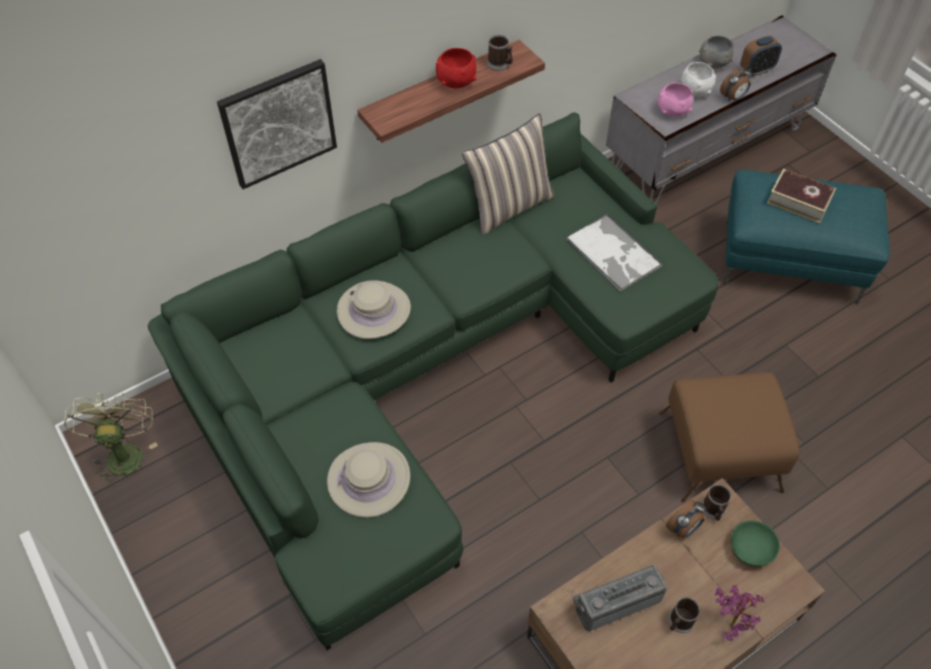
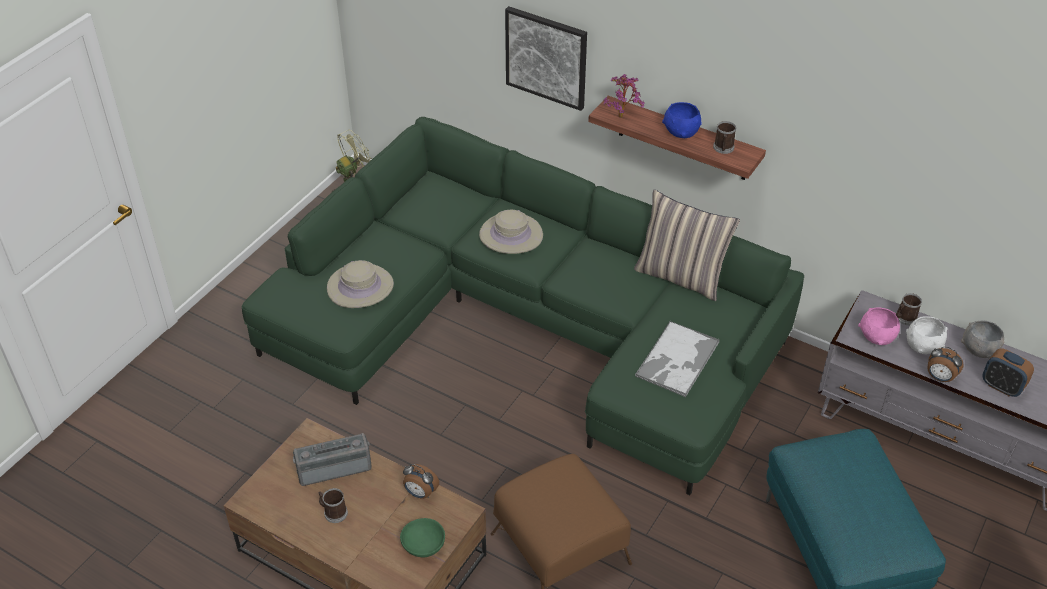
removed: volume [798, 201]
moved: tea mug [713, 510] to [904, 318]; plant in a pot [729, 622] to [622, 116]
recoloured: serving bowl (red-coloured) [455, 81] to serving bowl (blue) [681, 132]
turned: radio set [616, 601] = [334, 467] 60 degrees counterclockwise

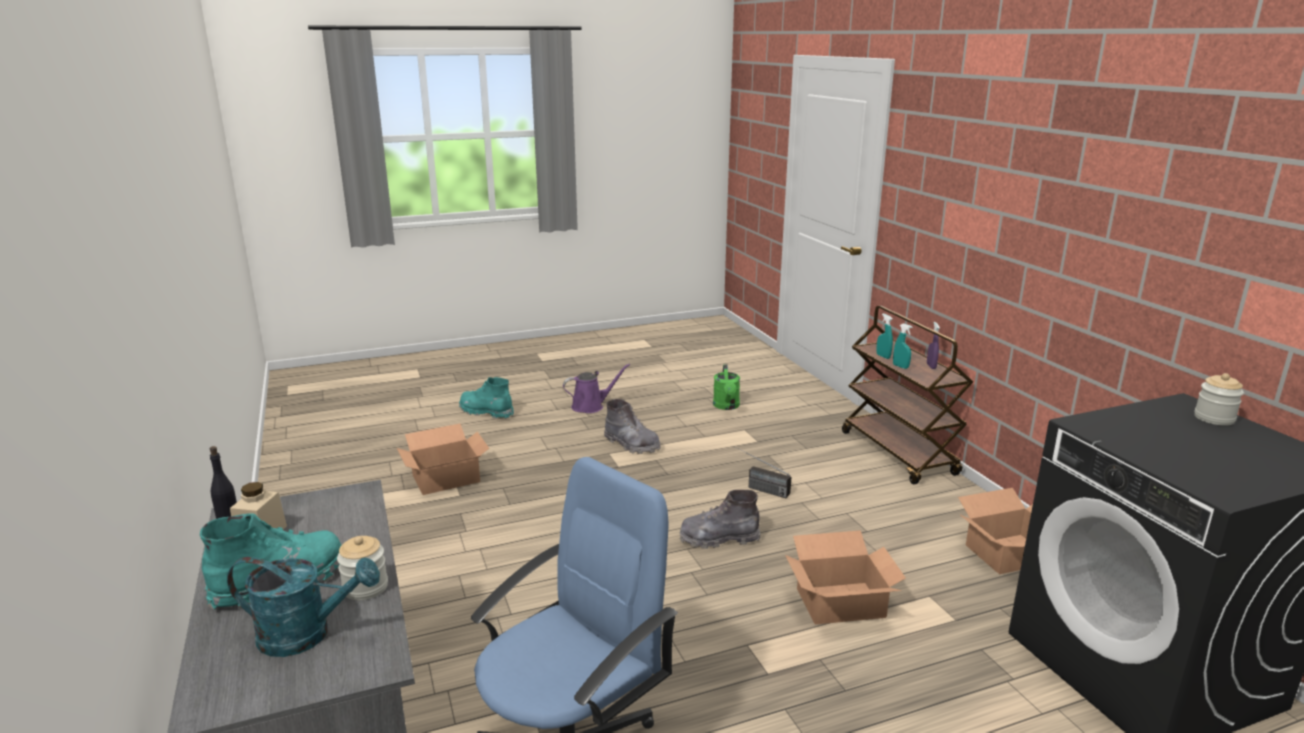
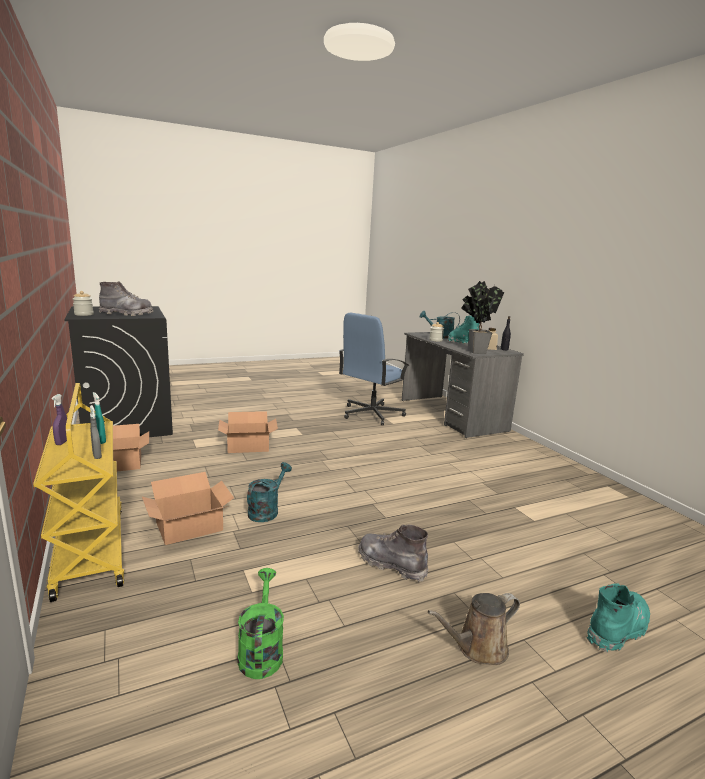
added: plant in a pot [474, 351]
moved: cardboard box [447, 478] to [188, 526]; boot (greyish) [719, 539] to [126, 314]
replaced: radio set [758, 488] to sprinkling can (turquoise-coloured) [266, 510]
recoloured: wheeled cart (brown-coloured) [899, 453] to wheeled cart (yellowish) [89, 550]; hand sprayer (turquoise-coloured) [883, 356] to hand sprayer (greyish) [97, 456]; sprinkling can (purple) [591, 406] to sprinkling can (brown-coloured) [477, 648]
turned: boot (turquoise-coloured) [486, 412] = [617, 629] 60 degrees counterclockwise

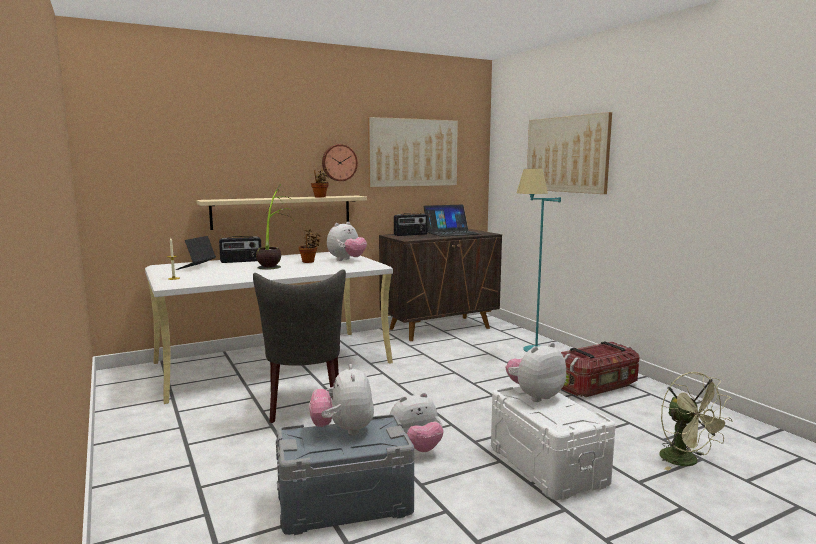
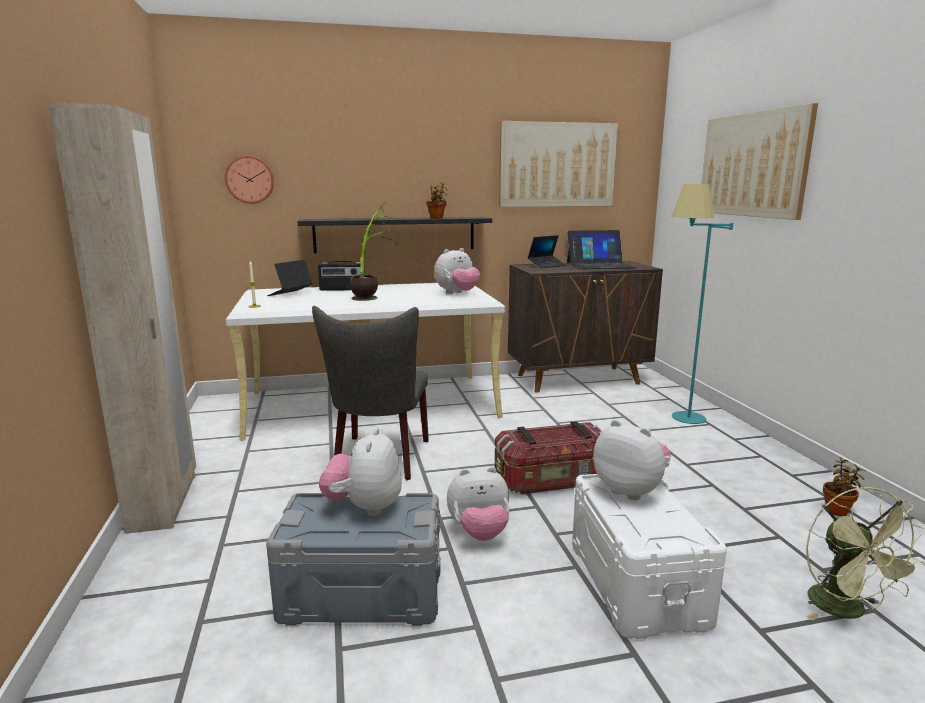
added: wardrobe (beige-coloured) [164, 502]
moved: clock on the wall [339, 162] to [250, 179]; plant in a pot [309, 261] to [837, 510]; storage bin [597, 386] to [553, 480]
replaced: radio set [410, 235] to notebook computer [547, 265]
recoloured: wall shelf (beige-coloured) [282, 211] to wall shelf (black) [395, 234]
turned: cuddly toy [535, 396] = [630, 490] 60 degrees clockwise

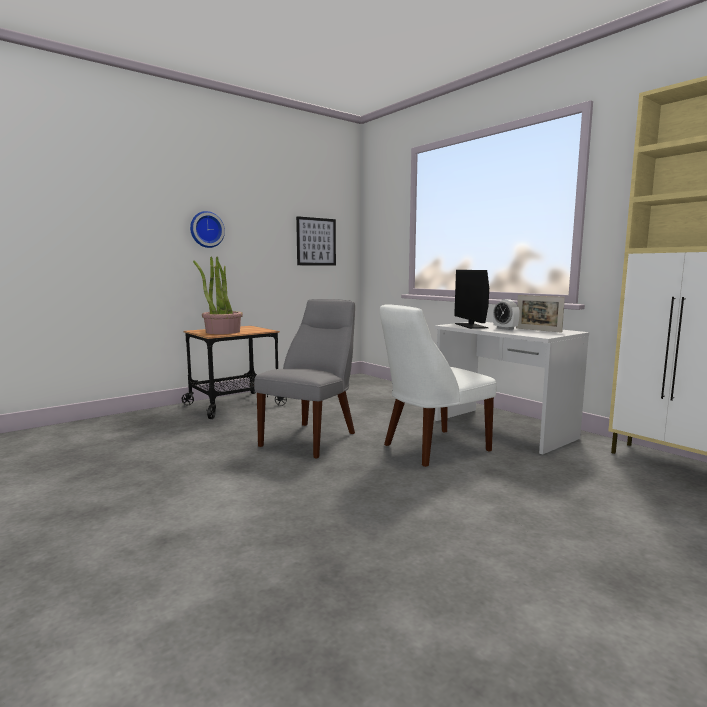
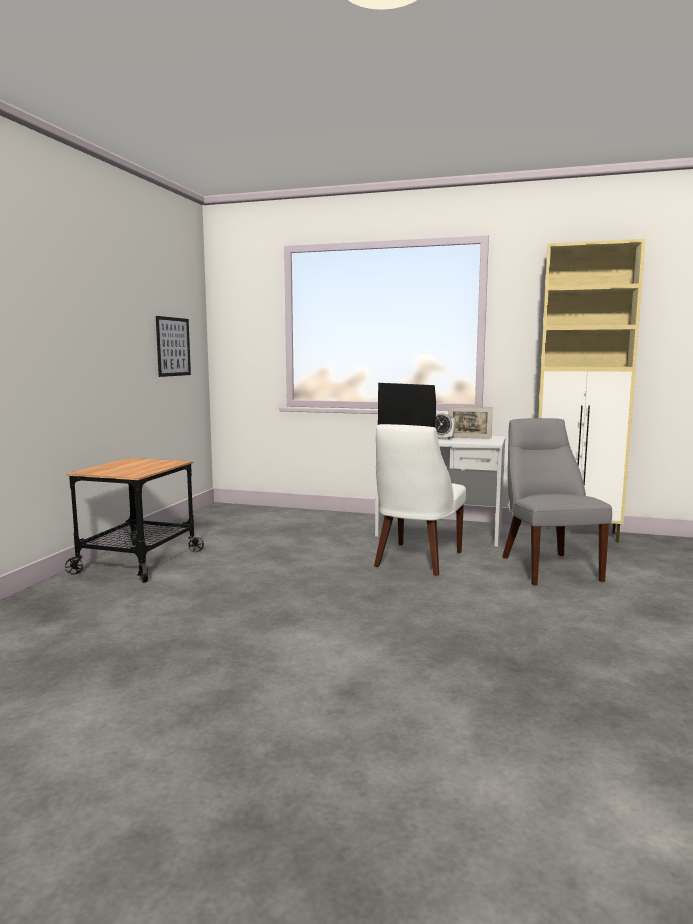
removed: clock on the wall [206, 229]; plant in a pot [222, 332]
moved: chair (greyish) [312, 438] to [547, 567]

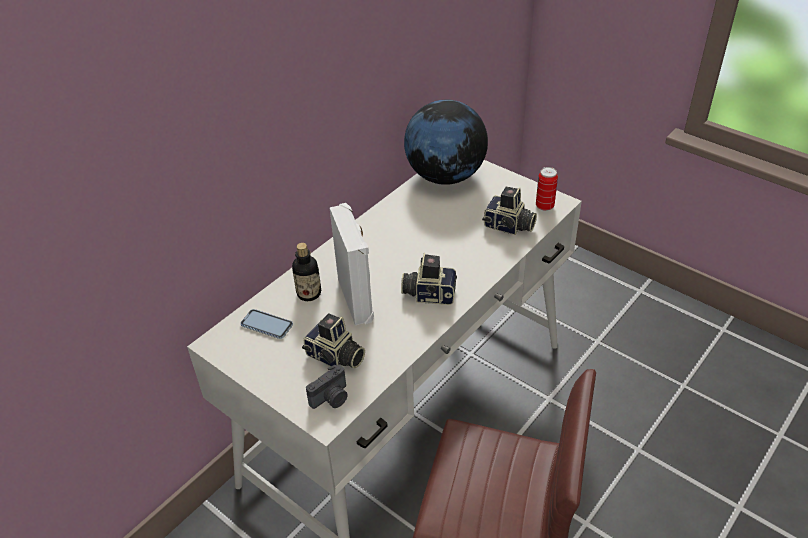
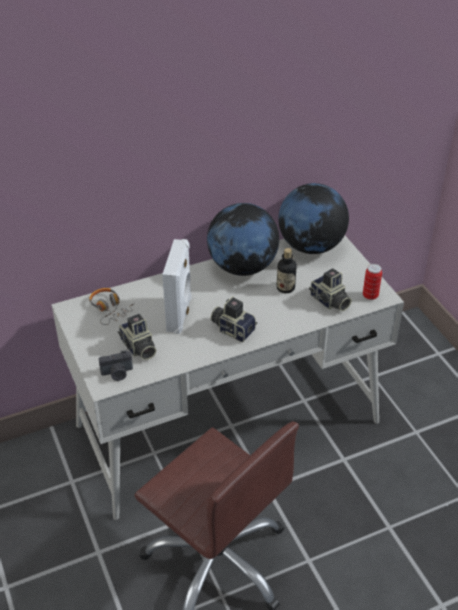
added: globe [242, 267]
moved: beverage bottle [309, 293] to [285, 288]
replaced: phone [267, 325] to headphones [109, 309]

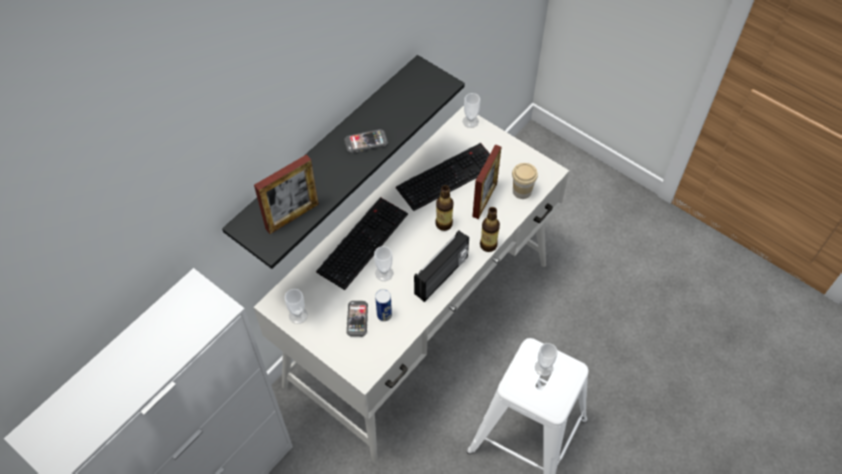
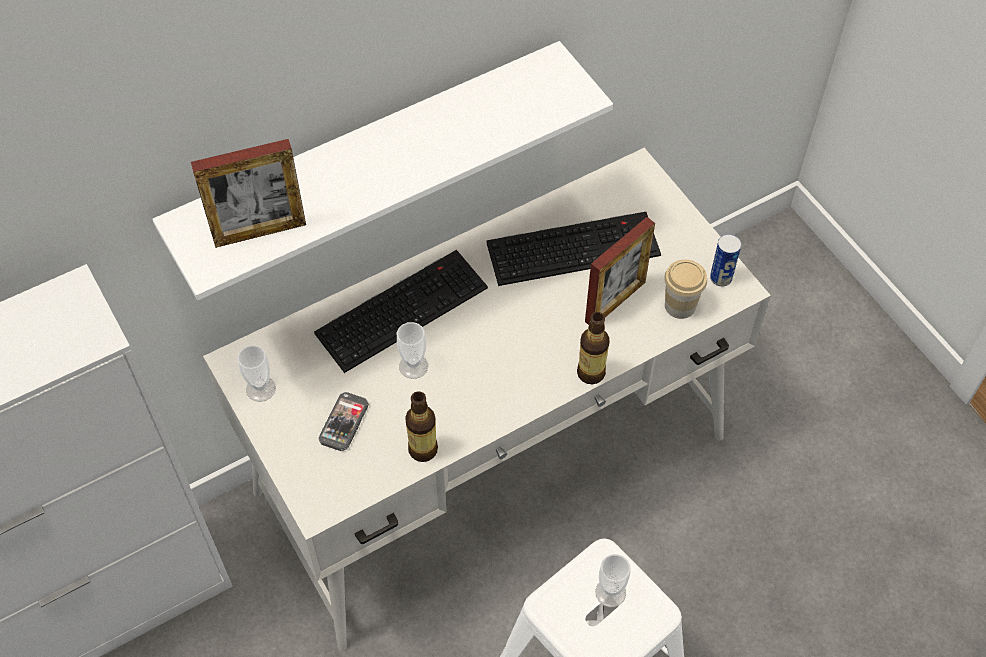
removed: drinking cup [470, 121]; phone [366, 142]; radio set [442, 276]
moved: beverage bottle [444, 224] to [423, 450]; sealed can [384, 315] to [721, 278]
recoloured: wall shelf (black) [329, 156] to wall shelf (white) [369, 159]

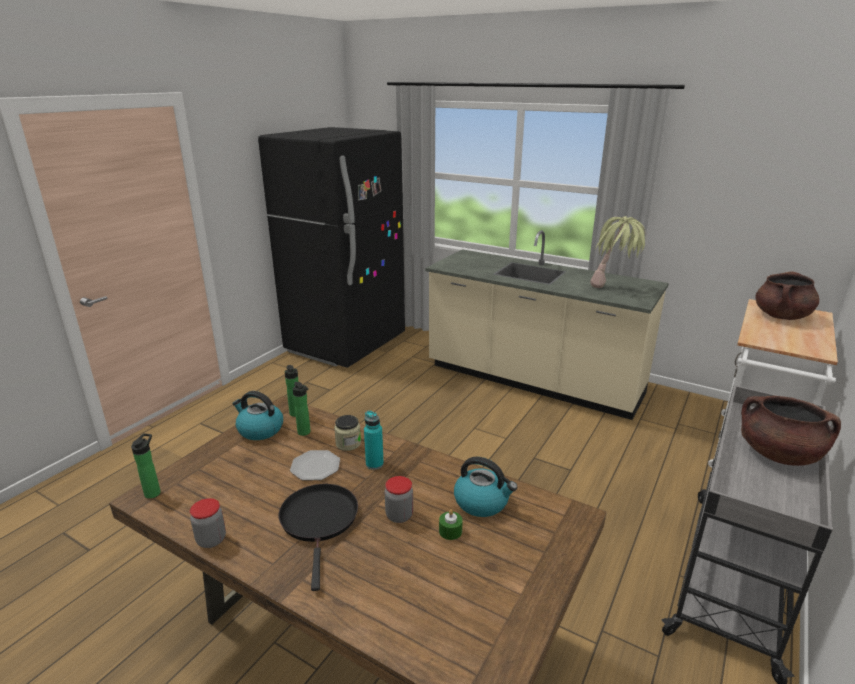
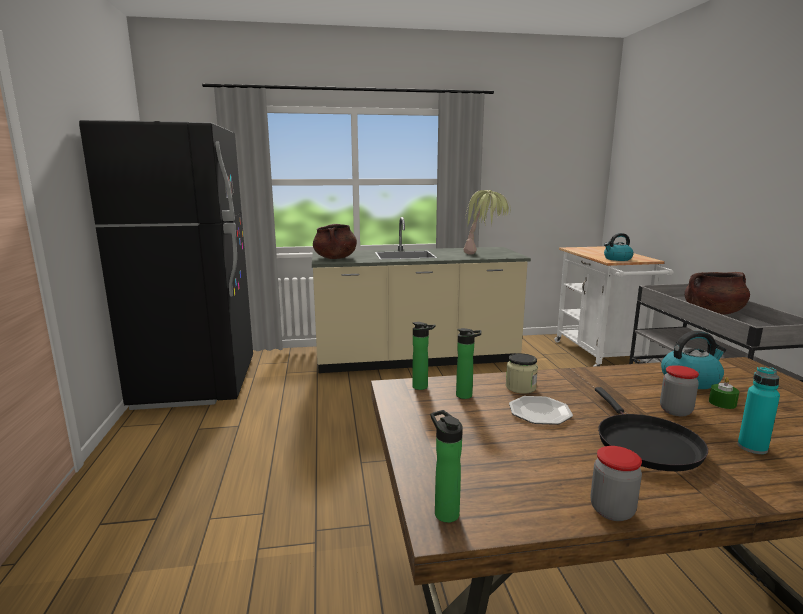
moved: stockpot (brown-coloured) [781, 316] to [335, 258]; water kettle [259, 430] to [617, 259]; beverage bottle (turquoise-coloured) [374, 464] to [752, 447]
turned: skillet (black) [319, 521] = [644, 443] 135 degrees counterclockwise

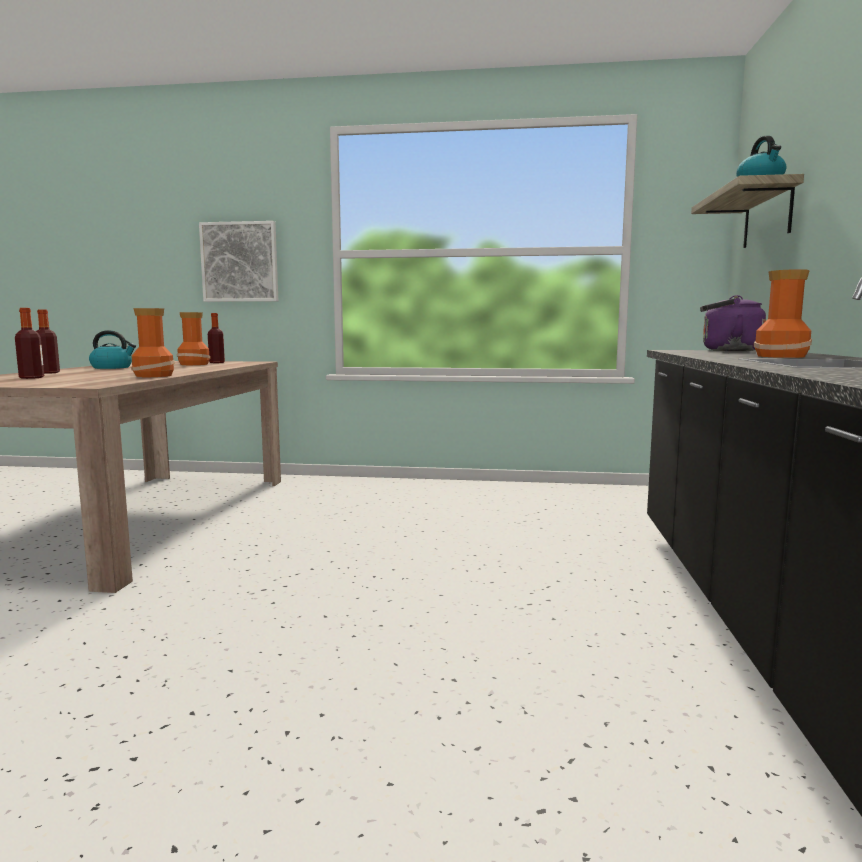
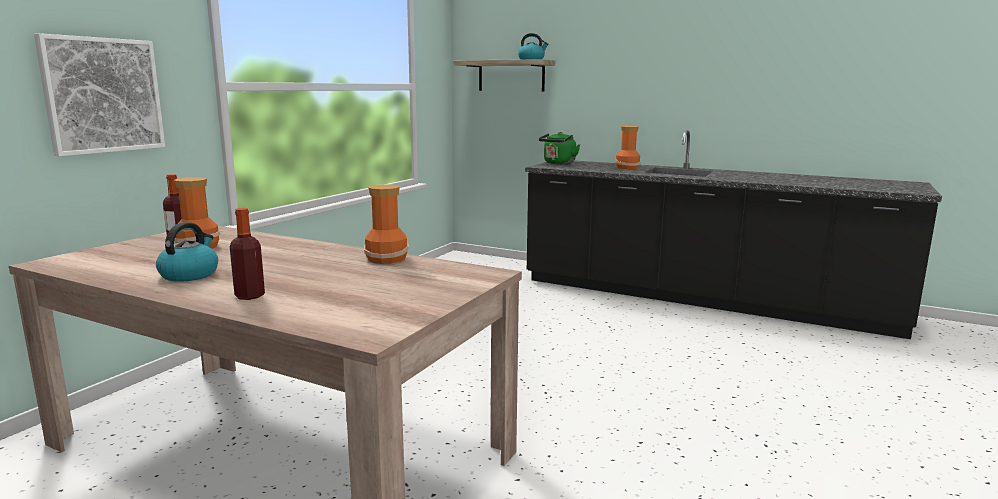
removed: beverage bottle [32, 377]
recoloured: water kettle (purple) [727, 350] to water kettle (greenish) [558, 163]

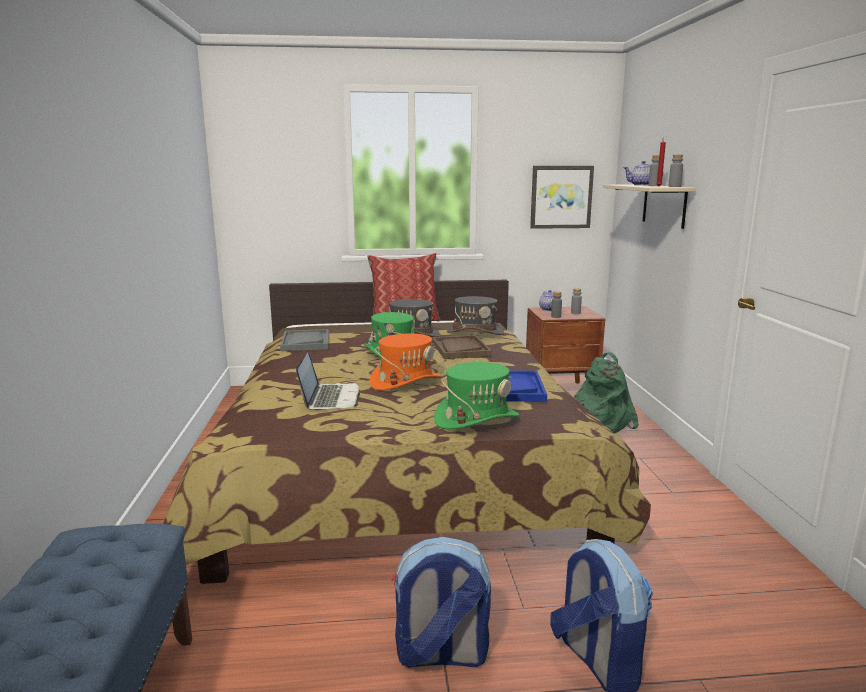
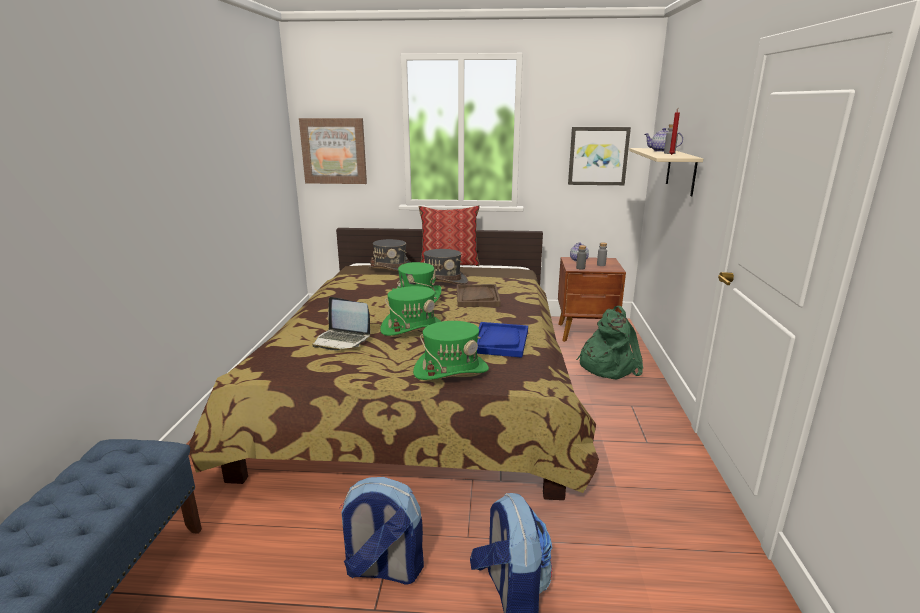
removed: beverage bottle (greyish) [674, 186]; tray (greyish) [305, 342]
added: wall picture [334, 151]
moved: clothing hat (greyish) [475, 332] to [390, 269]
recoloured: clothing hat (orange-coloured) [406, 381] to clothing hat (greenish) [412, 328]
turned: notebook computer [330, 398] = [342, 340] 105 degrees clockwise

